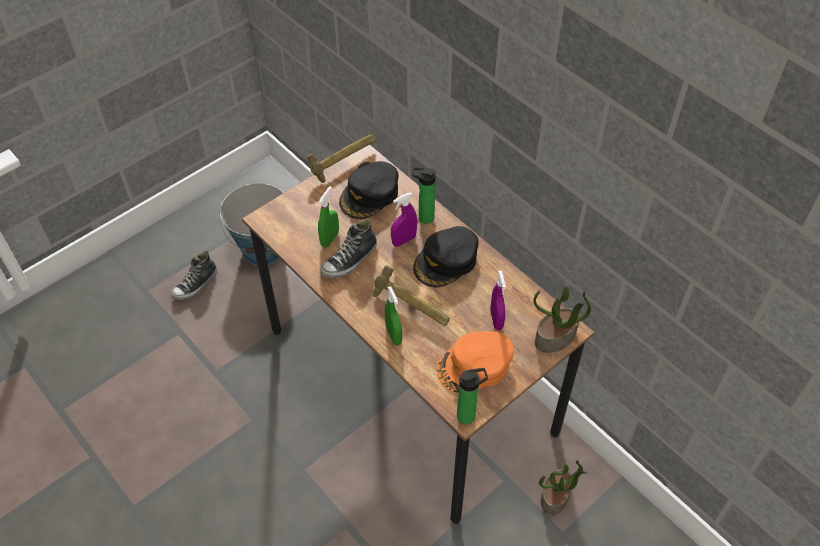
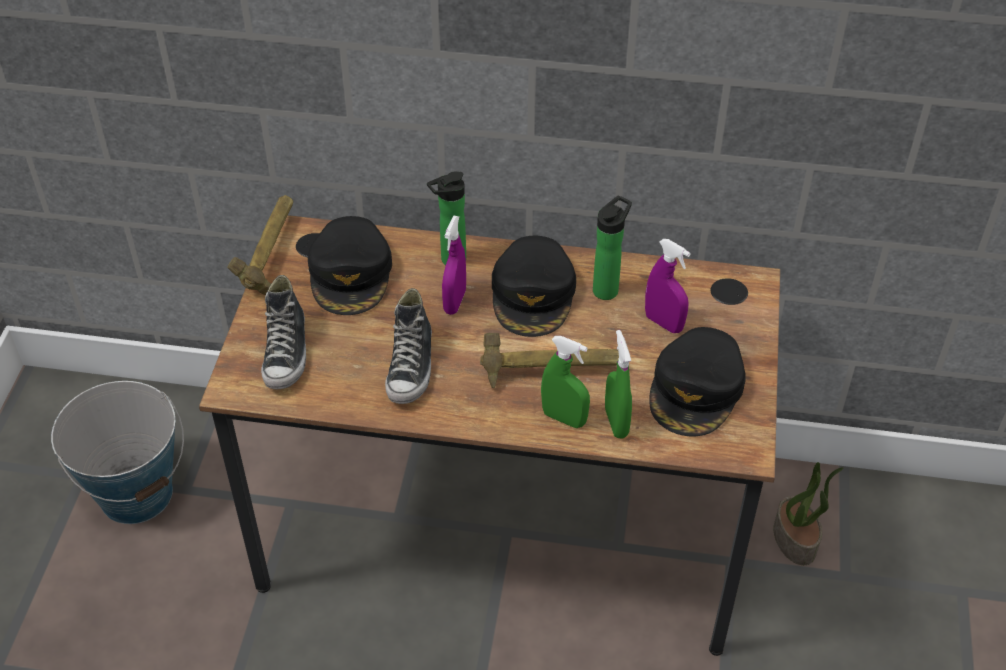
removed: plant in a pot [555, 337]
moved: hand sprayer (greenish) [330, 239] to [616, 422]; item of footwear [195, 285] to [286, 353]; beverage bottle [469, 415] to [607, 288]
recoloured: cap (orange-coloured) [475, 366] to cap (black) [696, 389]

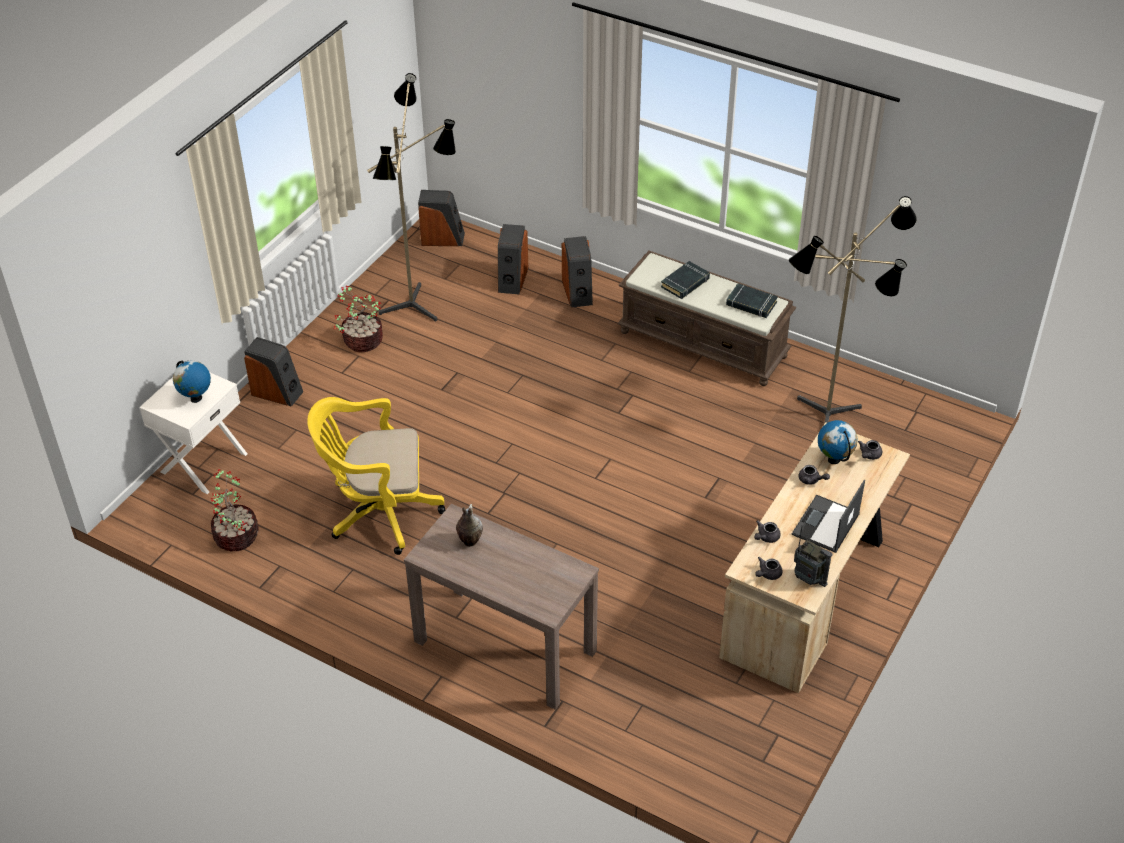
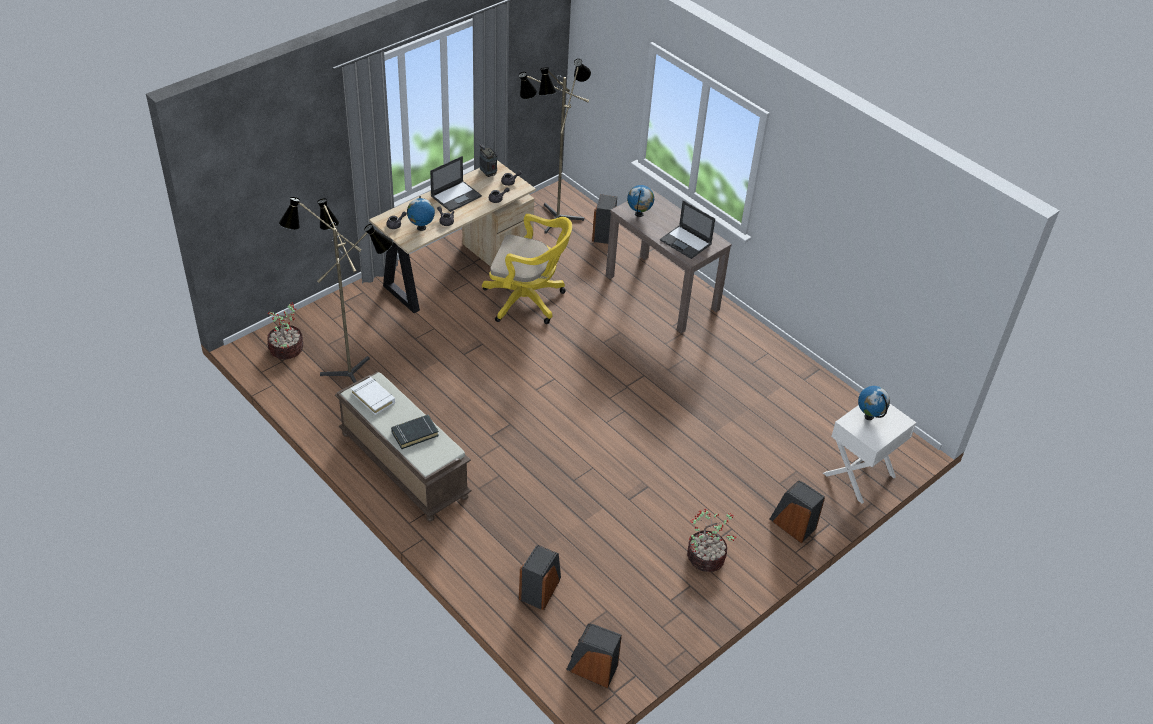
added: globe [639, 214]
moved: floor lamp [419, 306] to [552, 218]; audio speaker [578, 292] to [604, 233]; office chair (yellowish) [378, 513] to [528, 300]; plant in a pot [236, 535] to [286, 350]
replaced: vase [469, 542] to notebook computer [686, 242]
recoloured: volume (black) [751, 304] to volume (white) [373, 398]

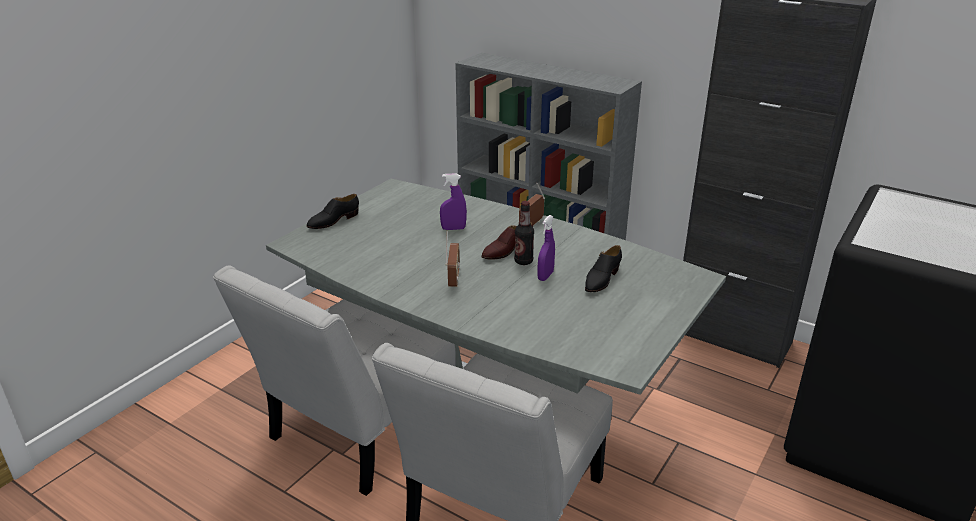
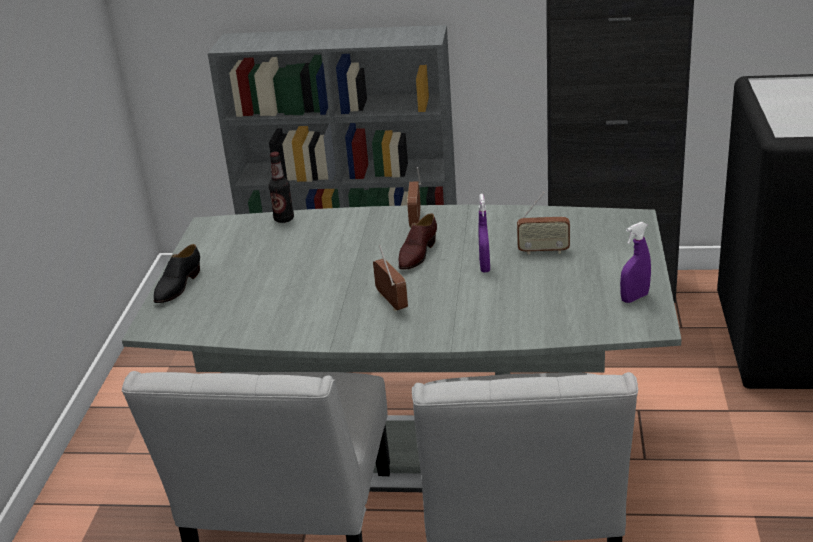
moved: hand sprayer (purple) [453, 228] to [634, 298]; beverage bottle [523, 261] to [284, 219]
replaced: item of footwear (black) [601, 279] to radio set [543, 251]

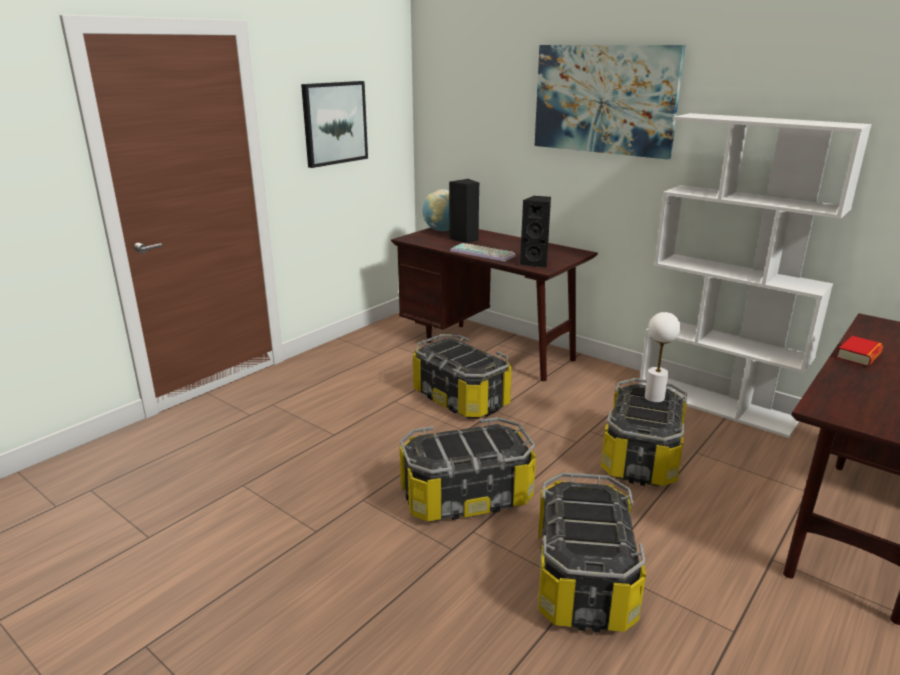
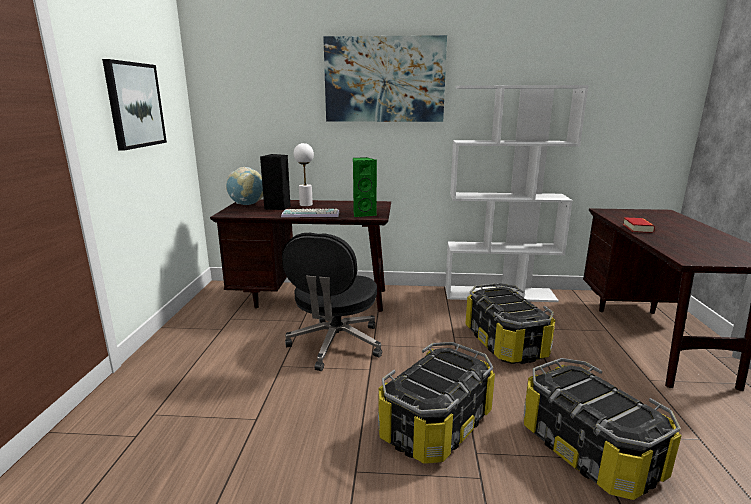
moved: table lamp (white) [654, 397] to [306, 205]
replaced: storage bin [460, 398] to office chair (black) [335, 345]
recoloured: audio speaker (black) [536, 263] to audio speaker (greenish) [363, 214]

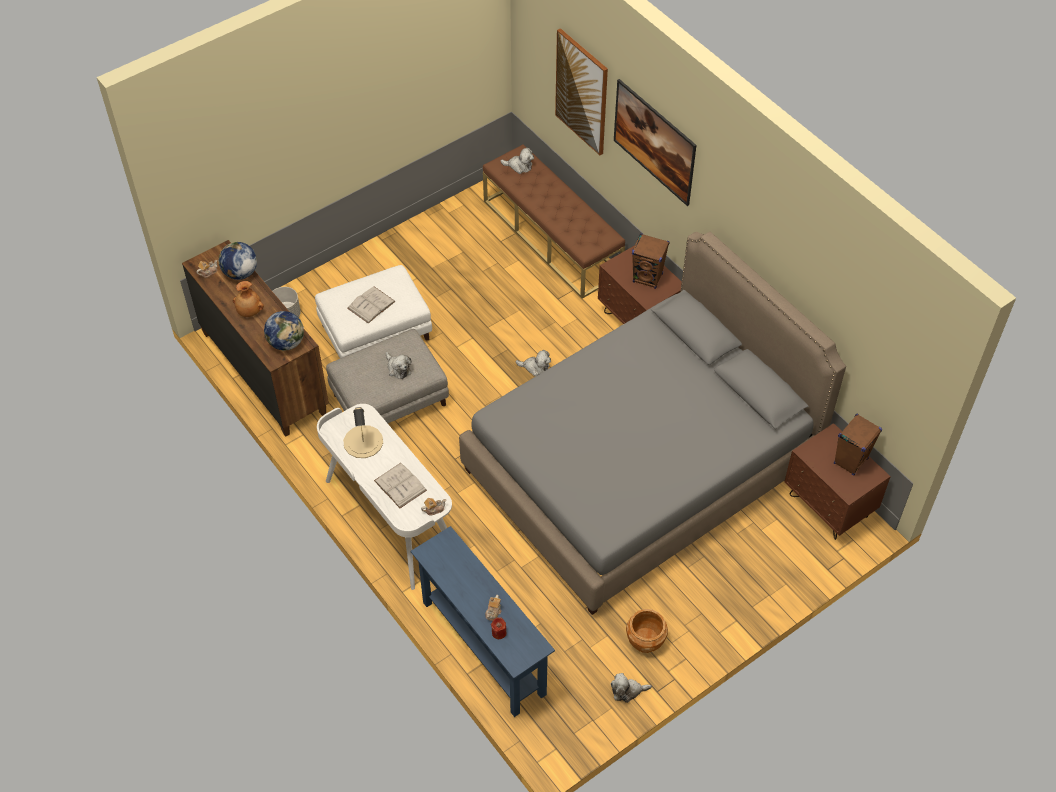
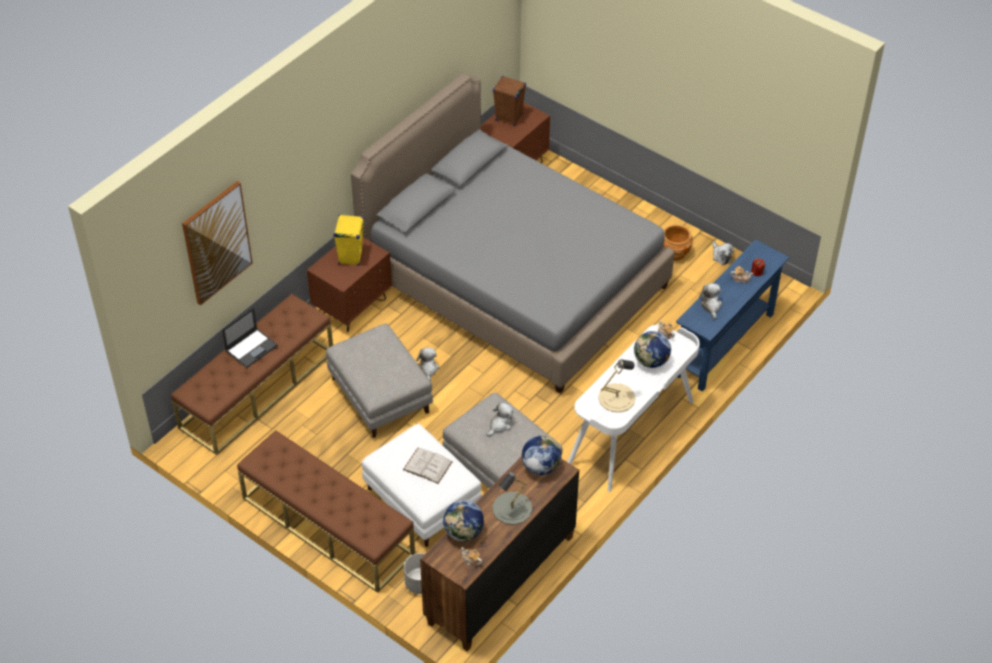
removed: wall picture [652, 157]
added: notebook computer [251, 348]; ottoman (greyish) [379, 395]; bench (brown-coloured) [327, 526]
moved: cuddly toy [519, 166] to [711, 306]
replaced: vase (brown-coloured) [249, 312] to table lamp (greyish) [512, 508]; volume (white) [400, 485] to globe [651, 361]
recoloured: audio speaker (brown-coloured) [648, 278] to audio speaker (yellowish) [350, 257]

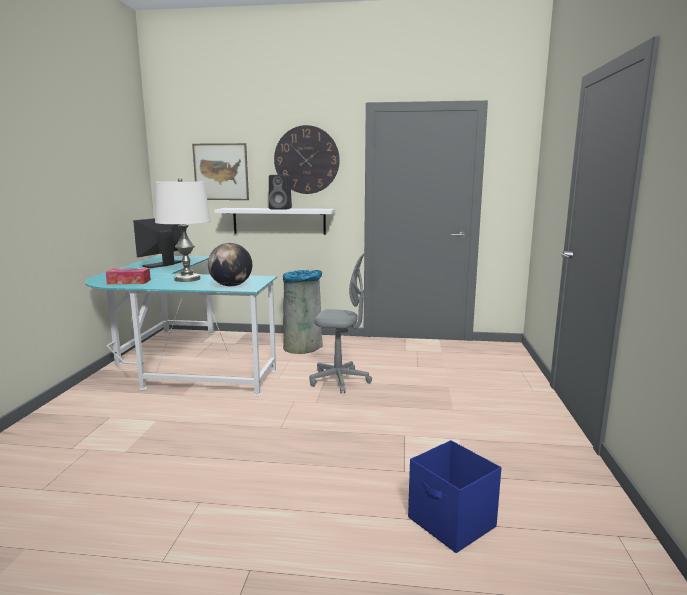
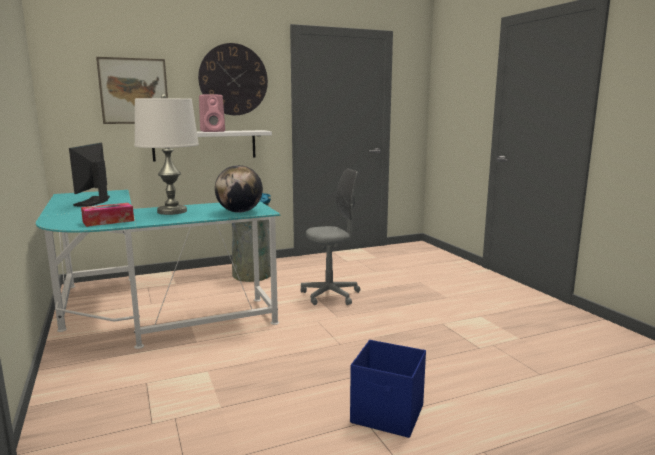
moved: storage bin (blue) [452, 523] to [388, 415]
recoloured: audio speaker (black) [281, 208] to audio speaker (pinkish) [213, 131]

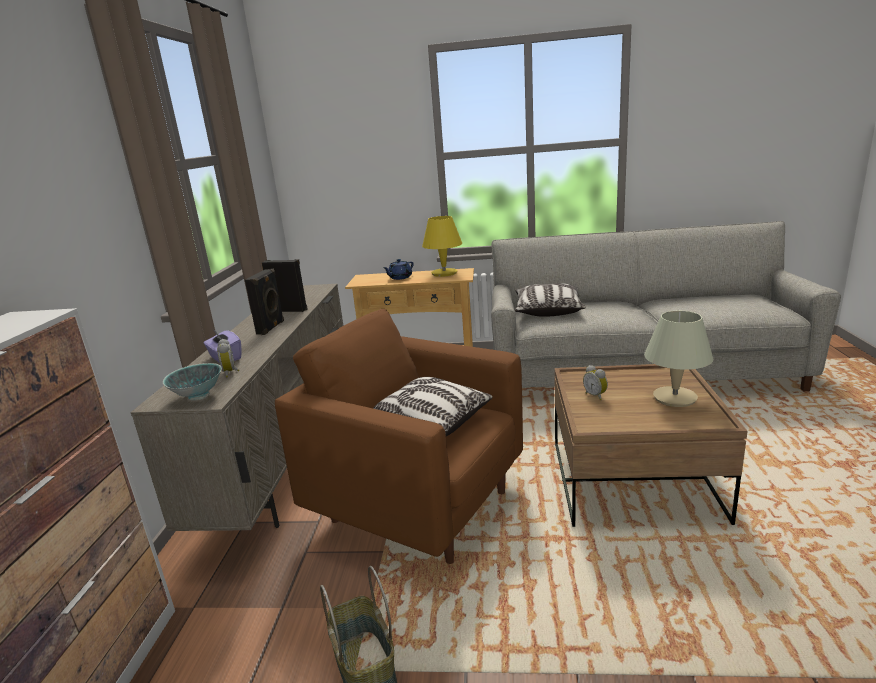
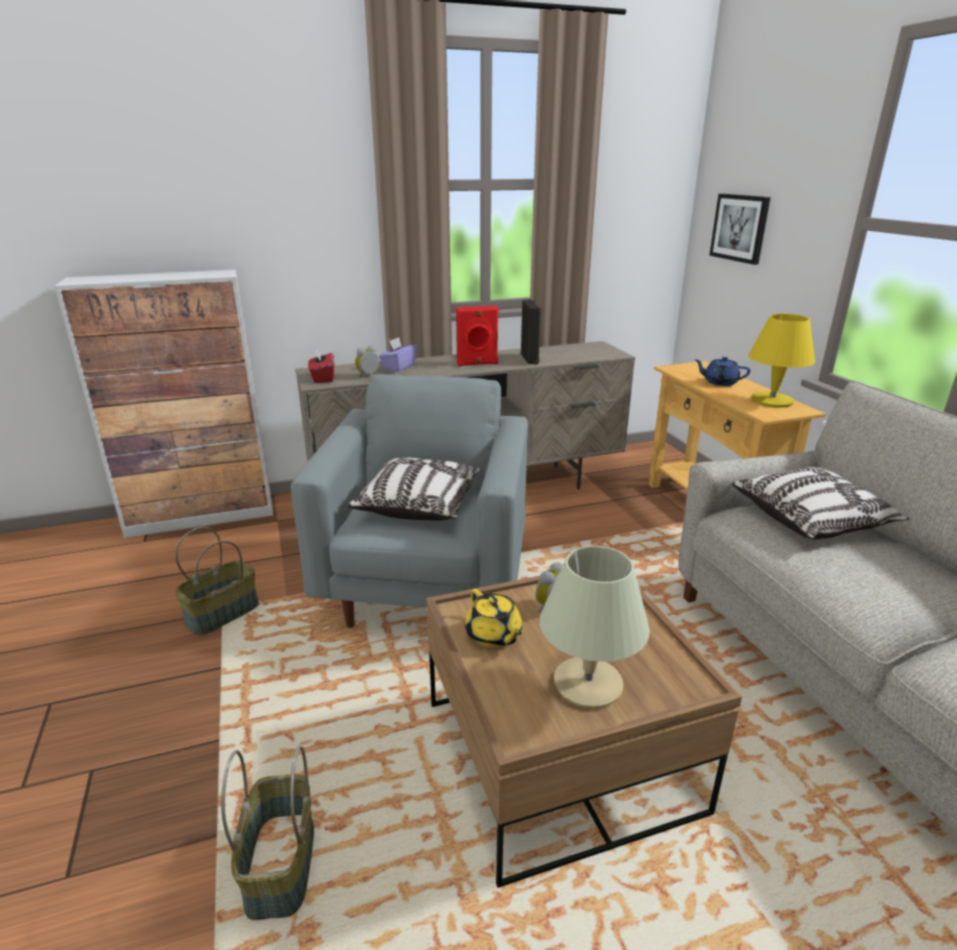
added: wall picture [740, 228]; pot for tea (yellowish) [494, 635]; storage basket [282, 866]
replaced: serving bowl [198, 396] to tissue box (red-coloured) [323, 378]
recoloured: audio speaker (black) [271, 327] to audio speaker (red-coloured) [477, 364]; armchair (brown-coloured) [420, 506] to armchair (greyish) [427, 587]

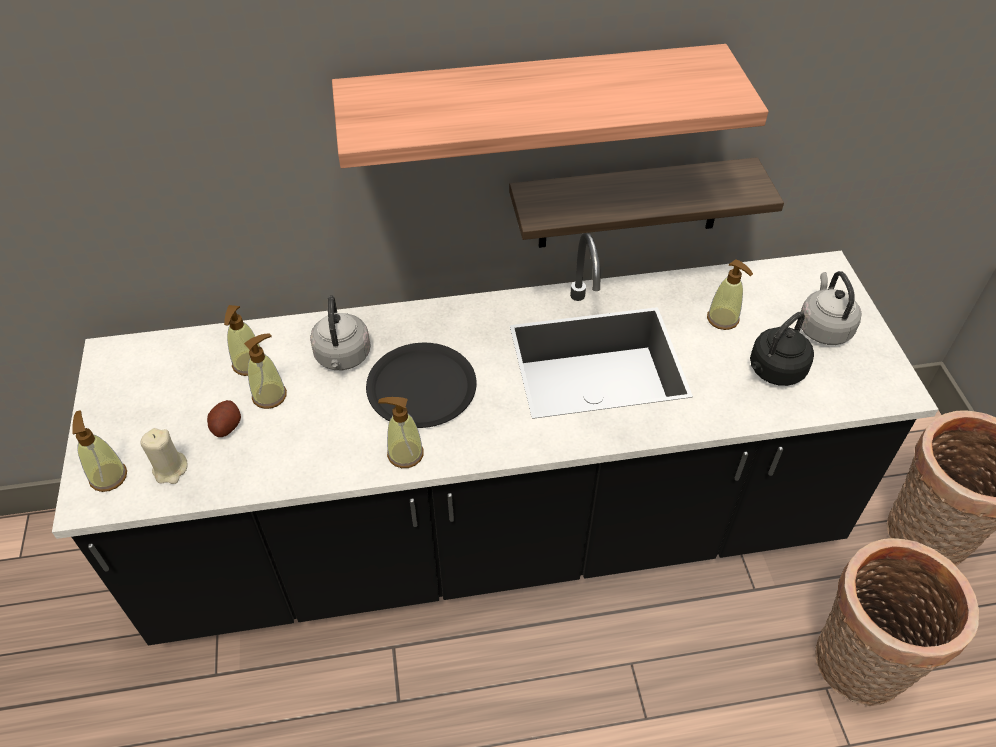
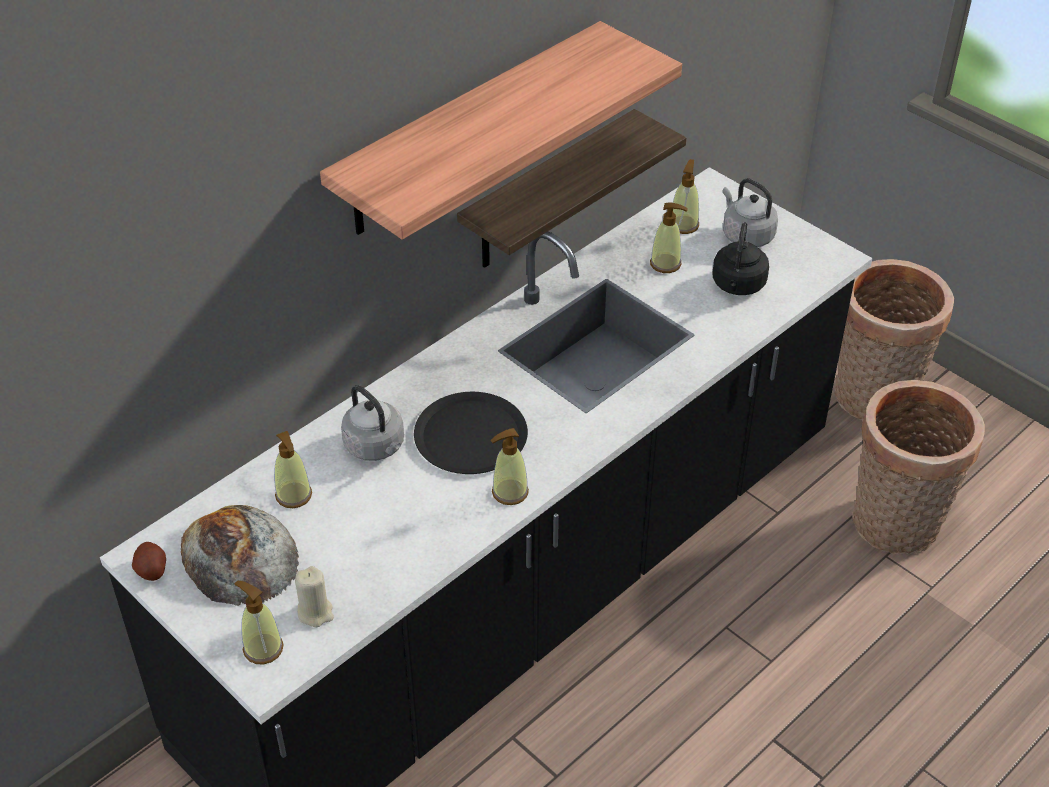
added: baked bread [239, 556]
moved: liquid soap bottle [270, 395] to [683, 225]; spud [226, 426] to [151, 570]

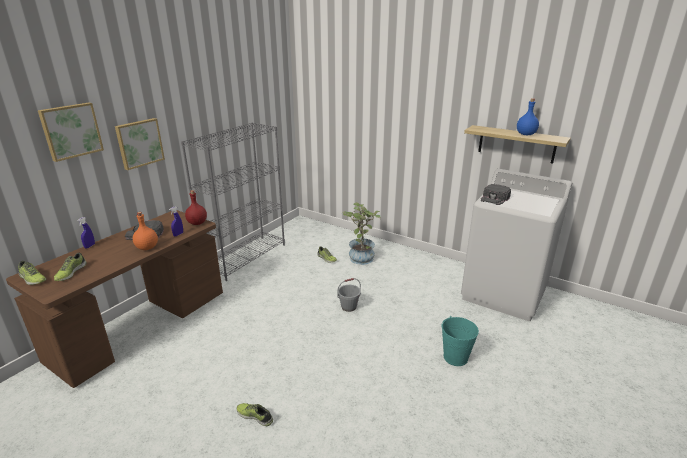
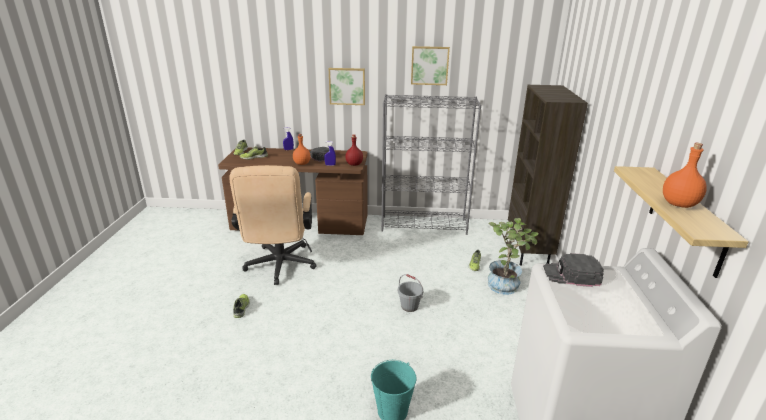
added: shelving unit (brown-coloured) [528, 251]; office chair (beige-coloured) [279, 267]
moved: wall picture [71, 131] to [429, 65]
recoloured: beverage bottle (blue) [526, 134] to beverage bottle (orange-coloured) [678, 204]

